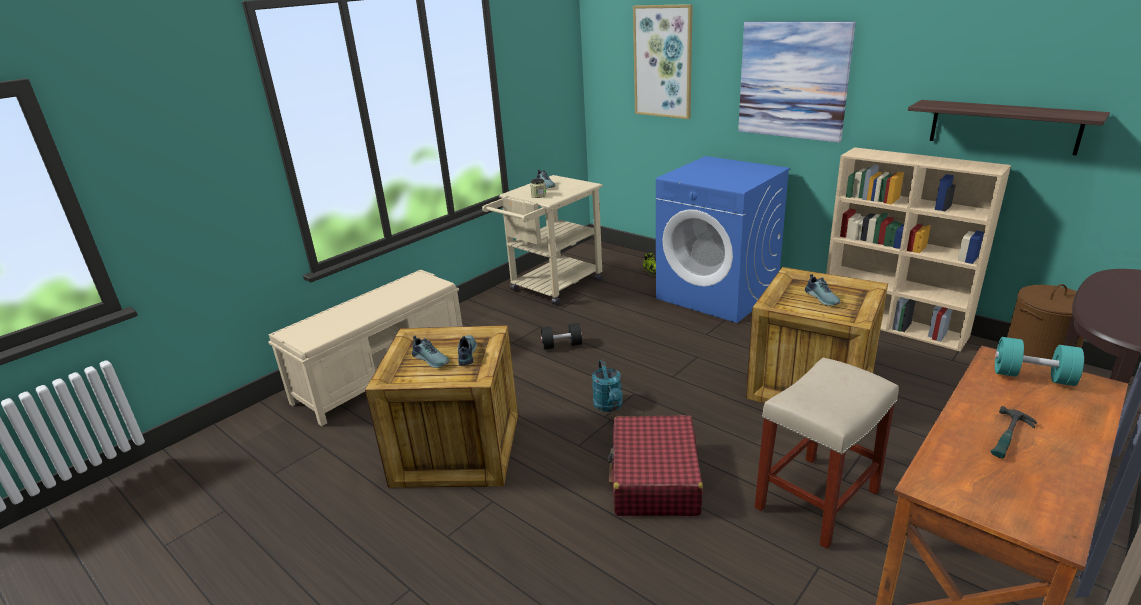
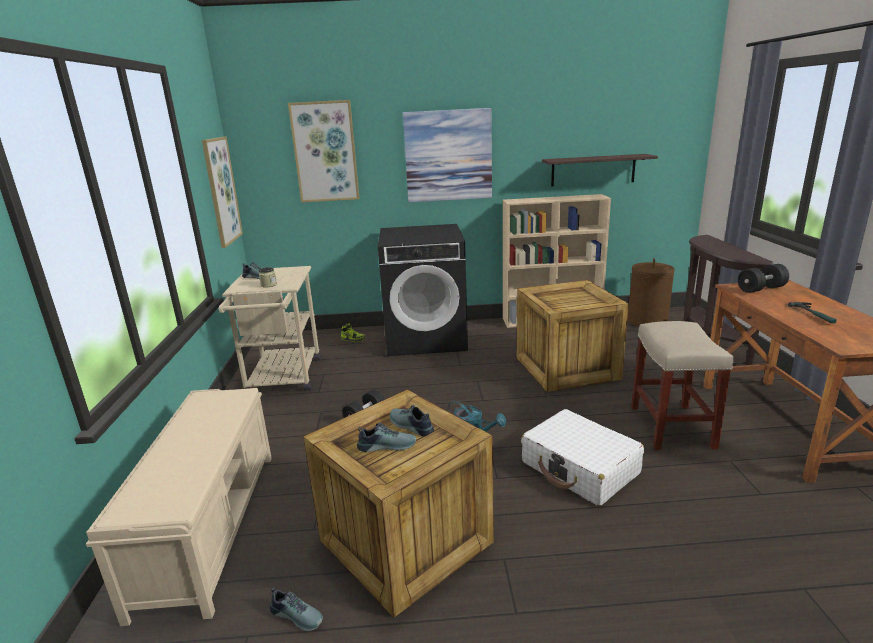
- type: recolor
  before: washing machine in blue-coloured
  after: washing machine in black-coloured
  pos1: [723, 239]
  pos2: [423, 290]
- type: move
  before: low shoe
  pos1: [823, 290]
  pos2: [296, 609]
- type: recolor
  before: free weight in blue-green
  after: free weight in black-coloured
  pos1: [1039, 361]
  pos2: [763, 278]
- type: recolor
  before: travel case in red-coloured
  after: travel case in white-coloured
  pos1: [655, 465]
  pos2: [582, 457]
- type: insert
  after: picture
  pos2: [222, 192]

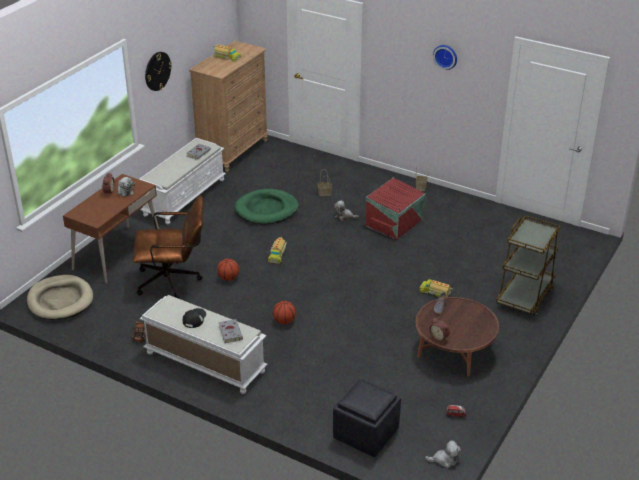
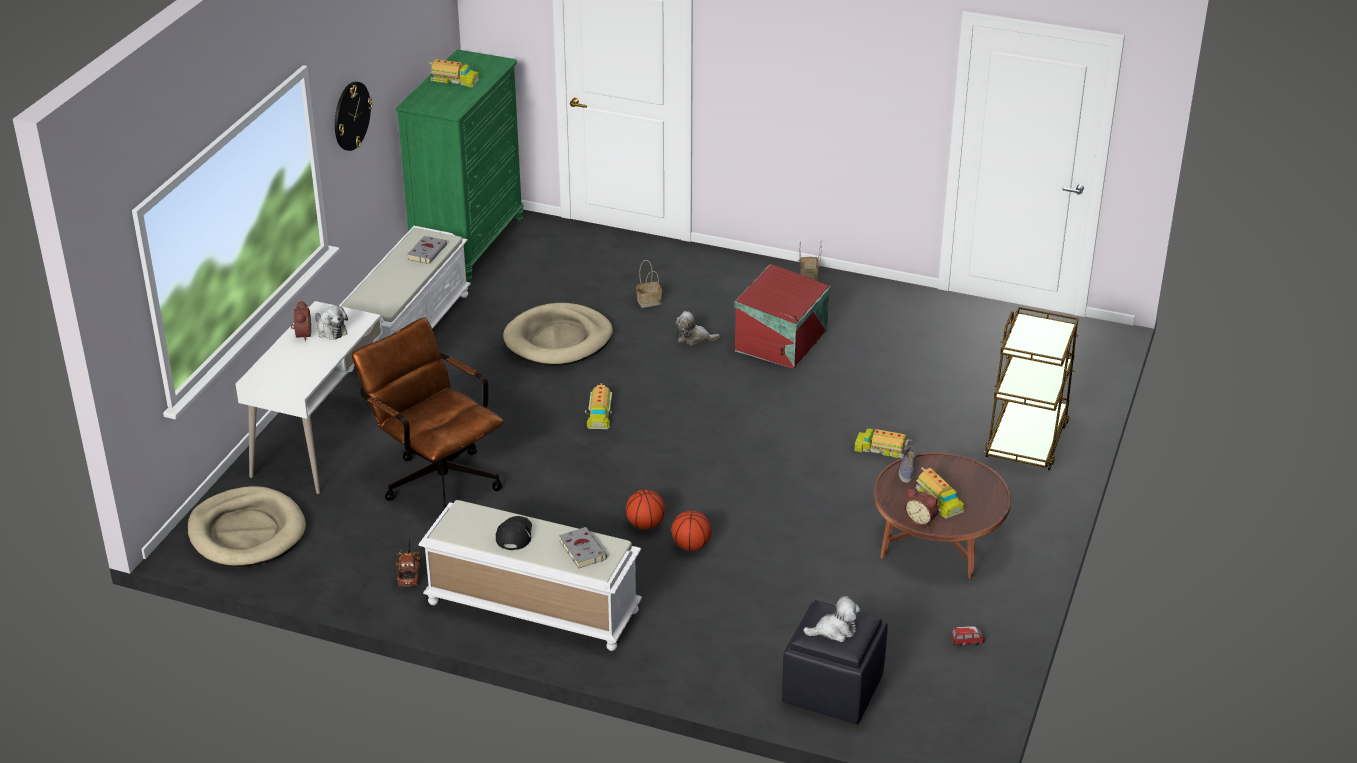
- type: recolor
  before: chest of drawers in brown-coloured
  after: chest of drawers in green
  pos1: [228, 106]
  pos2: [459, 165]
- type: delete
  before: clock on the wall
  pos1: [445, 57]
- type: recolor
  before: desk table in brown-coloured
  after: desk table in white-coloured
  pos1: [111, 228]
  pos2: [309, 397]
- type: recolor
  before: pet bed in green
  after: pet bed in beige-coloured
  pos1: [267, 207]
  pos2: [558, 334]
- type: rotate
  before: desk chair in brown-coloured
  pos1: [168, 247]
  pos2: [428, 415]
  turn: -120
- type: move
  before: basketball ball
  pos1: [228, 270]
  pos2: [691, 530]
- type: move
  before: soft toy
  pos1: [443, 454]
  pos2: [832, 619]
- type: insert
  after: model truck
  pos2: [940, 493]

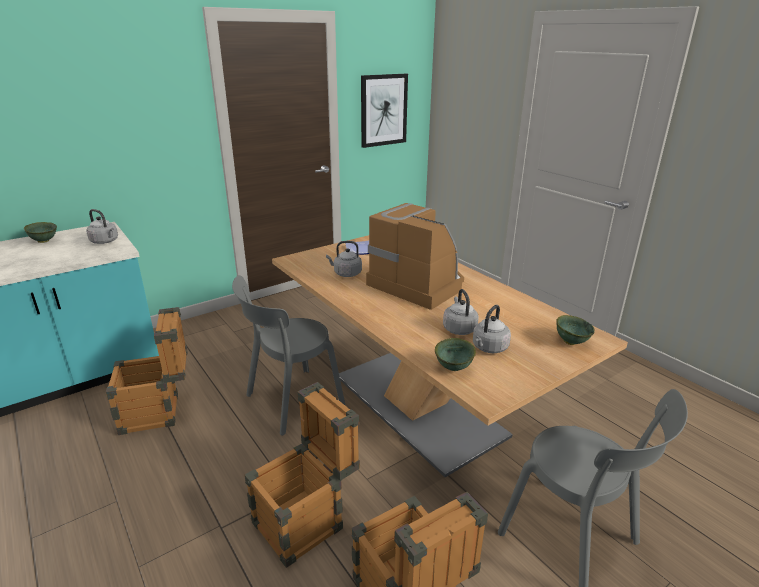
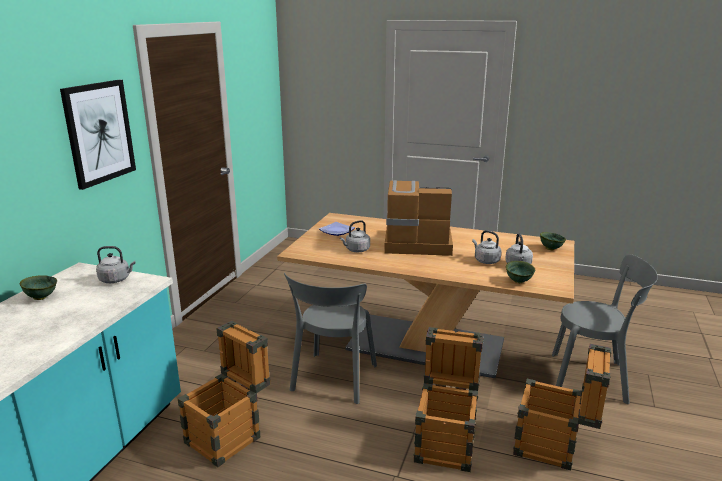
- type: move
  before: picture
  pos1: [384, 111]
  pos2: [98, 135]

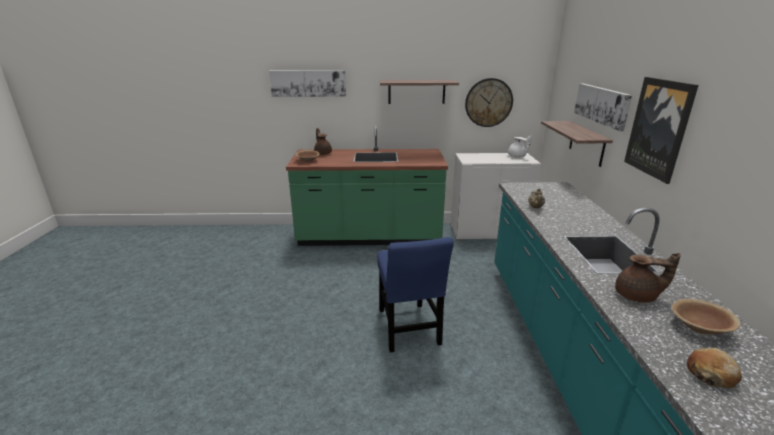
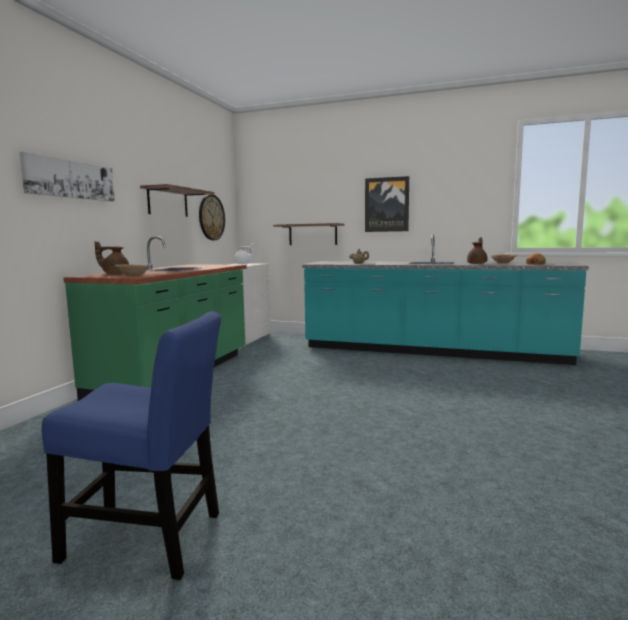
- type: delete
  before: picture
  pos1: [603, 107]
- type: move
  before: chair in blue-coloured
  pos1: [415, 295]
  pos2: [131, 445]

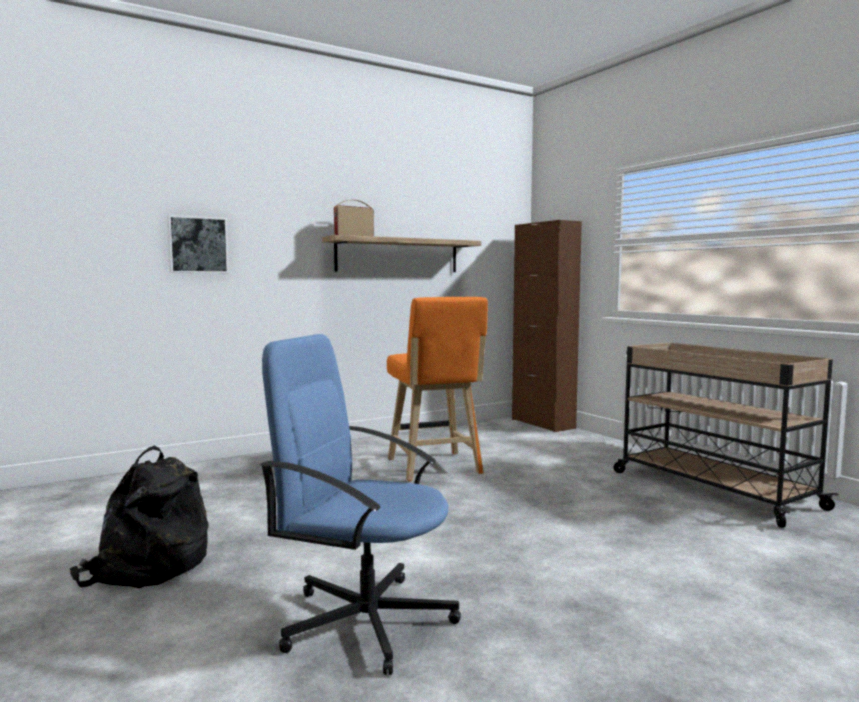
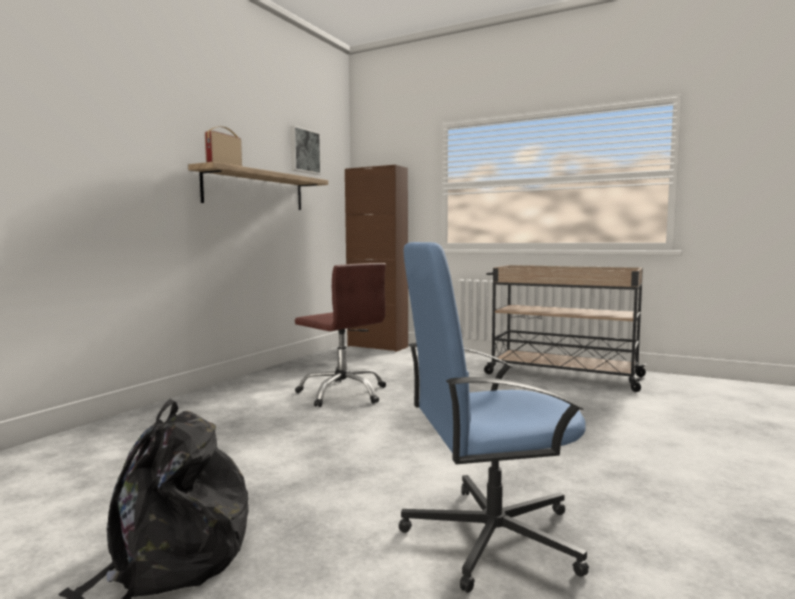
- type: move
  before: picture
  pos1: [198, 244]
  pos2: [305, 150]
- type: replace
  before: stool in orangey
  after: desk chair in brown-coloured
  pos1: [437, 389]
  pos2: [340, 335]

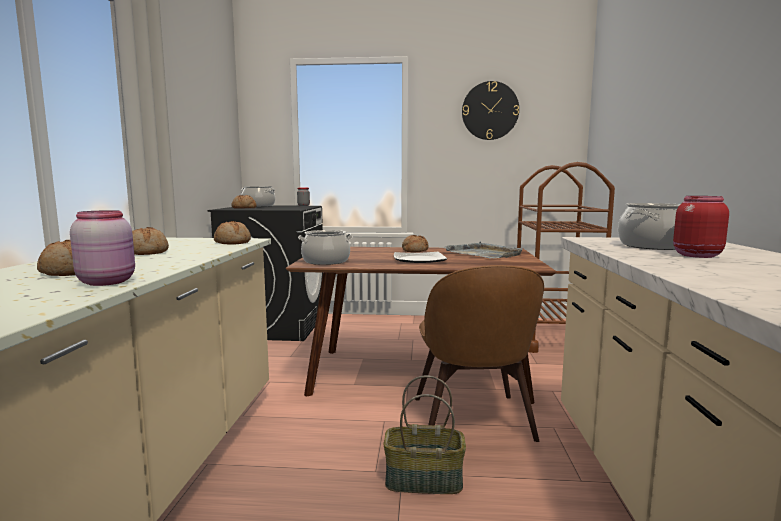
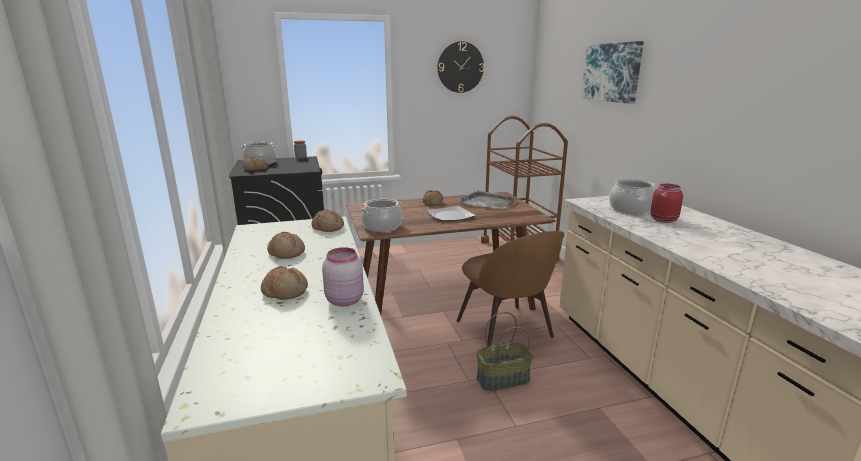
- type: insert
  after: picture
  pos2: [612, 72]

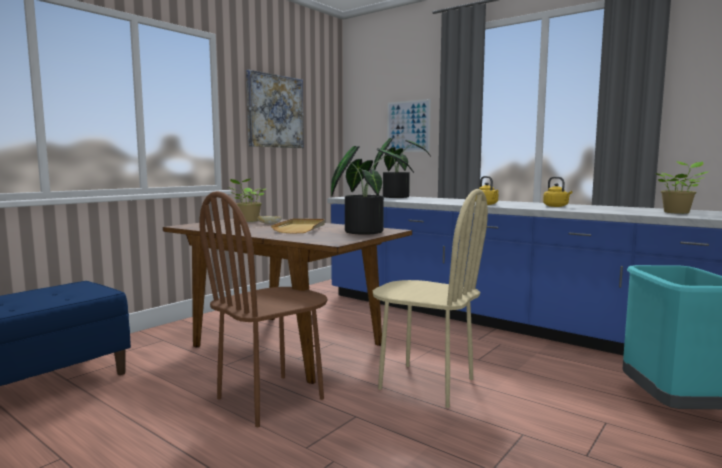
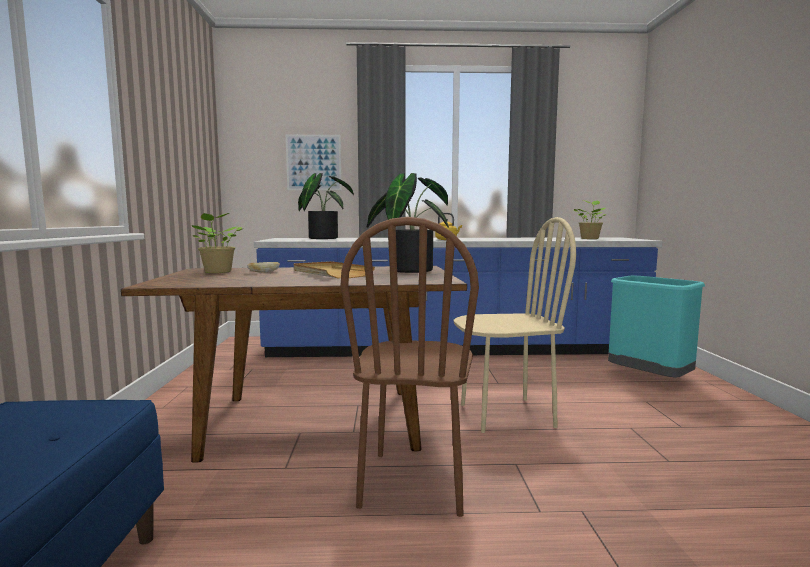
- type: delete
  before: picture
  pos1: [275, 109]
- type: delete
  before: tea kettle in yellow
  pos1: [557, 192]

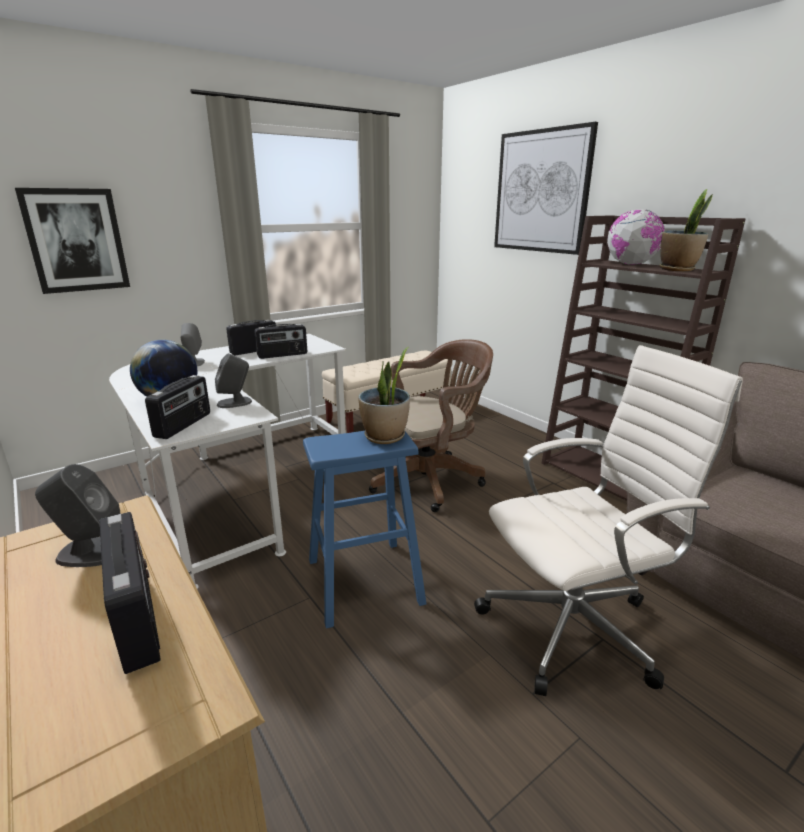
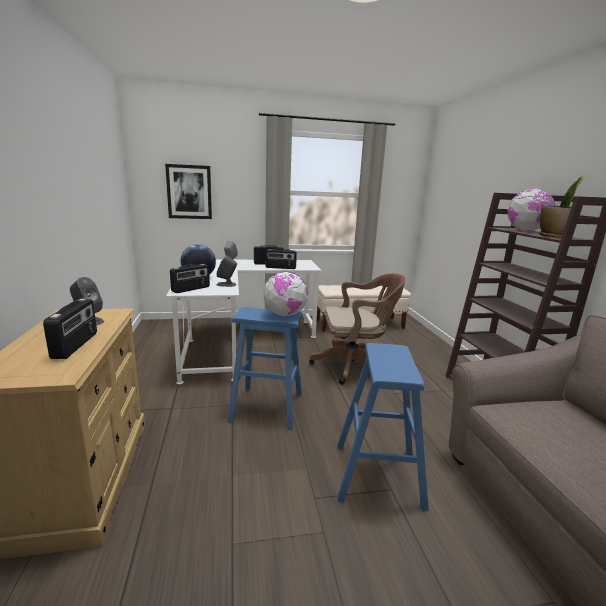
- type: delete
  before: picture
  pos1: [546, 188]
- type: replace
  before: desk chair in white-coloured
  after: stool in blue-coloured
  pos1: [608, 520]
  pos2: [383, 427]
- type: replace
  before: potted plant
  after: desk globe
  pos1: [384, 395]
  pos2: [286, 294]

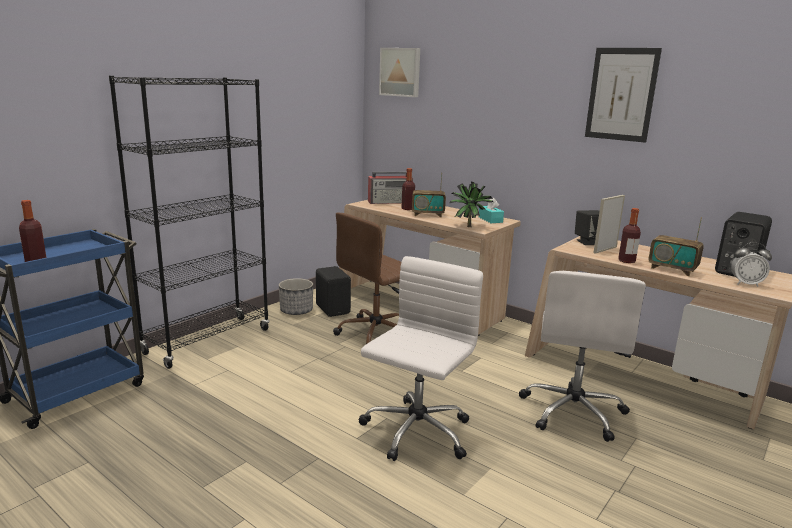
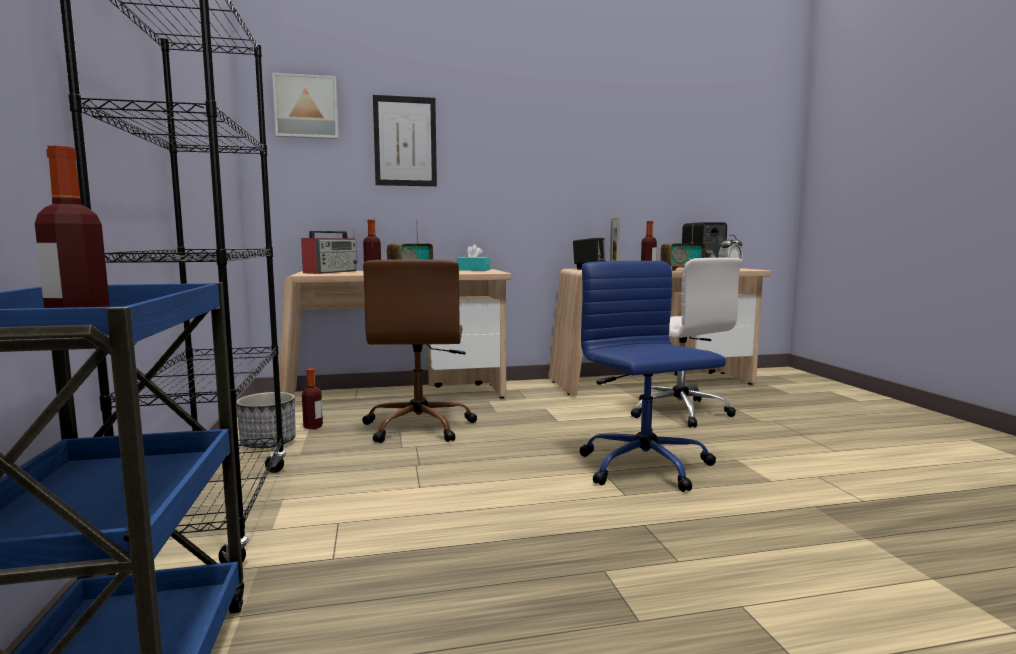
- type: move
  before: picture
  pos1: [623, 95]
  pos2: [405, 140]
- type: delete
  before: potted plant
  pos1: [471, 204]
- type: recolor
  before: desk chair in white-coloured
  after: desk chair in blue-coloured
  pos1: [421, 358]
  pos2: [652, 376]
- type: replace
  before: audio speaker in black-coloured
  after: bottle
  pos1: [333, 291]
  pos2: [312, 398]

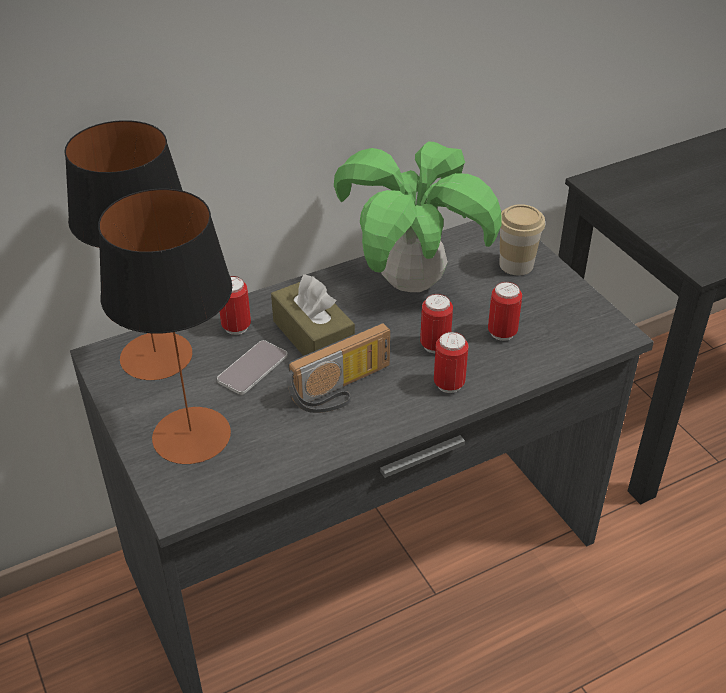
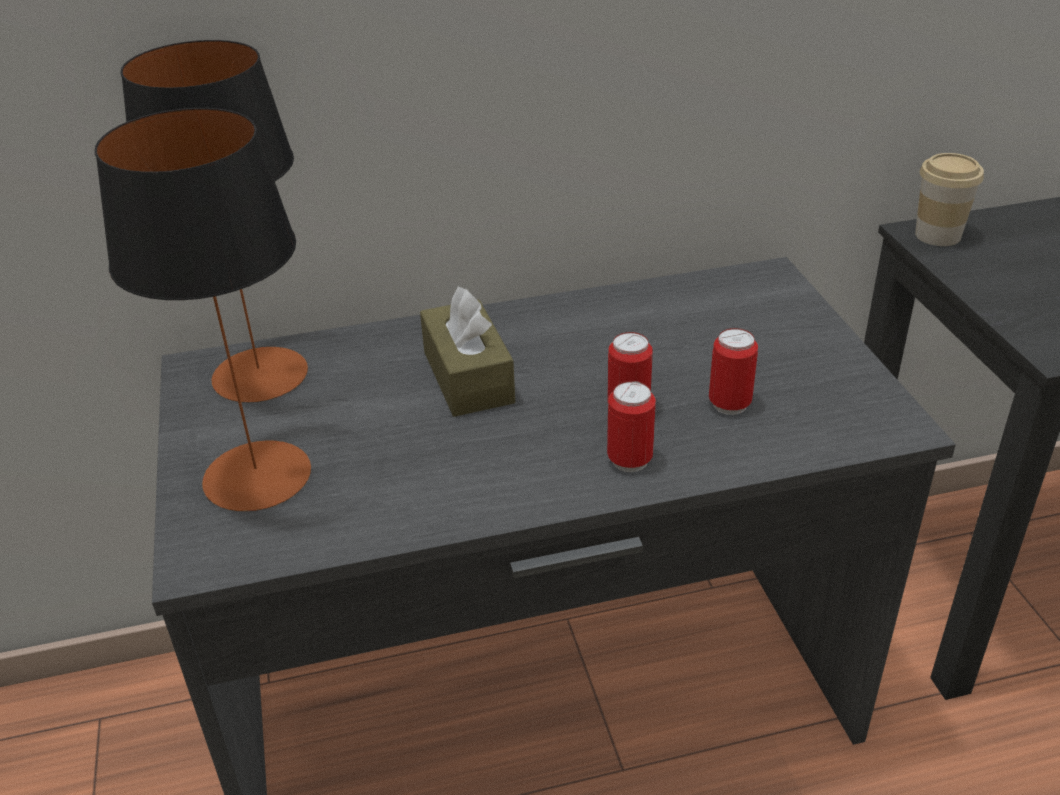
- type: delete
  before: potted plant
  pos1: [418, 216]
- type: move
  before: cup
  pos1: [522, 239]
  pos2: [949, 199]
- type: delete
  before: can
  pos1: [235, 305]
- type: delete
  before: radio
  pos1: [338, 368]
- type: delete
  before: phone
  pos1: [252, 367]

